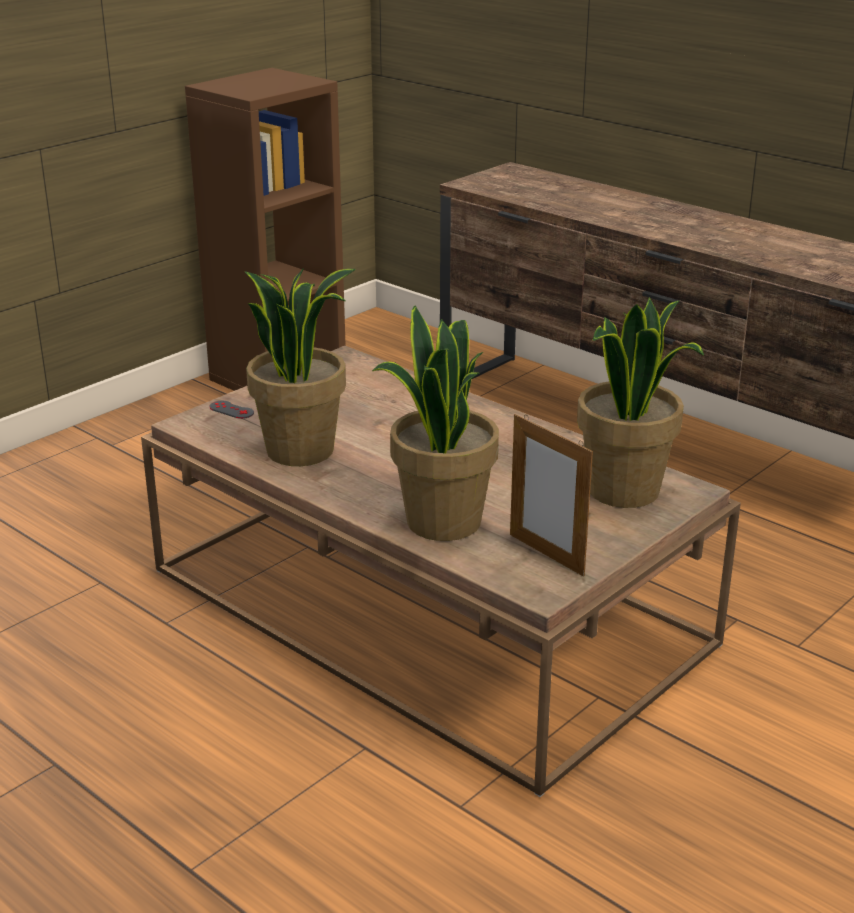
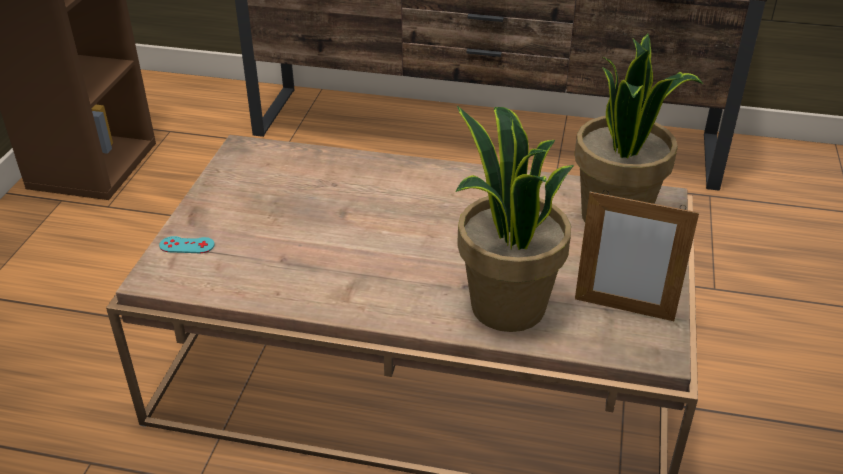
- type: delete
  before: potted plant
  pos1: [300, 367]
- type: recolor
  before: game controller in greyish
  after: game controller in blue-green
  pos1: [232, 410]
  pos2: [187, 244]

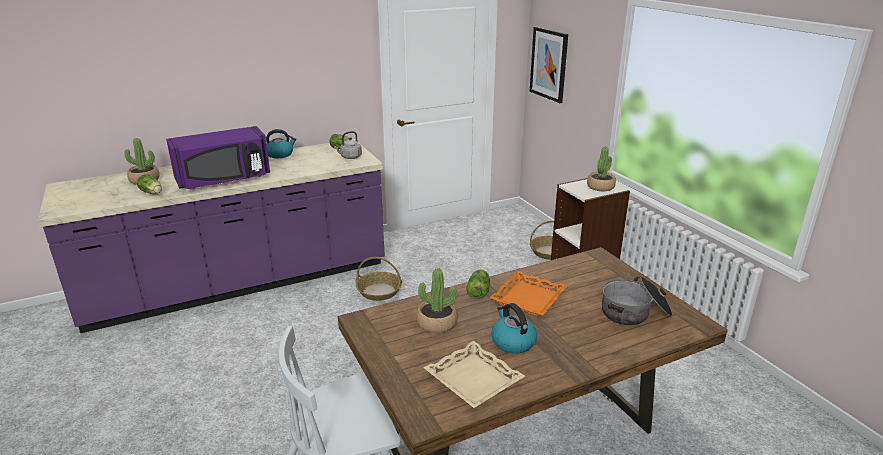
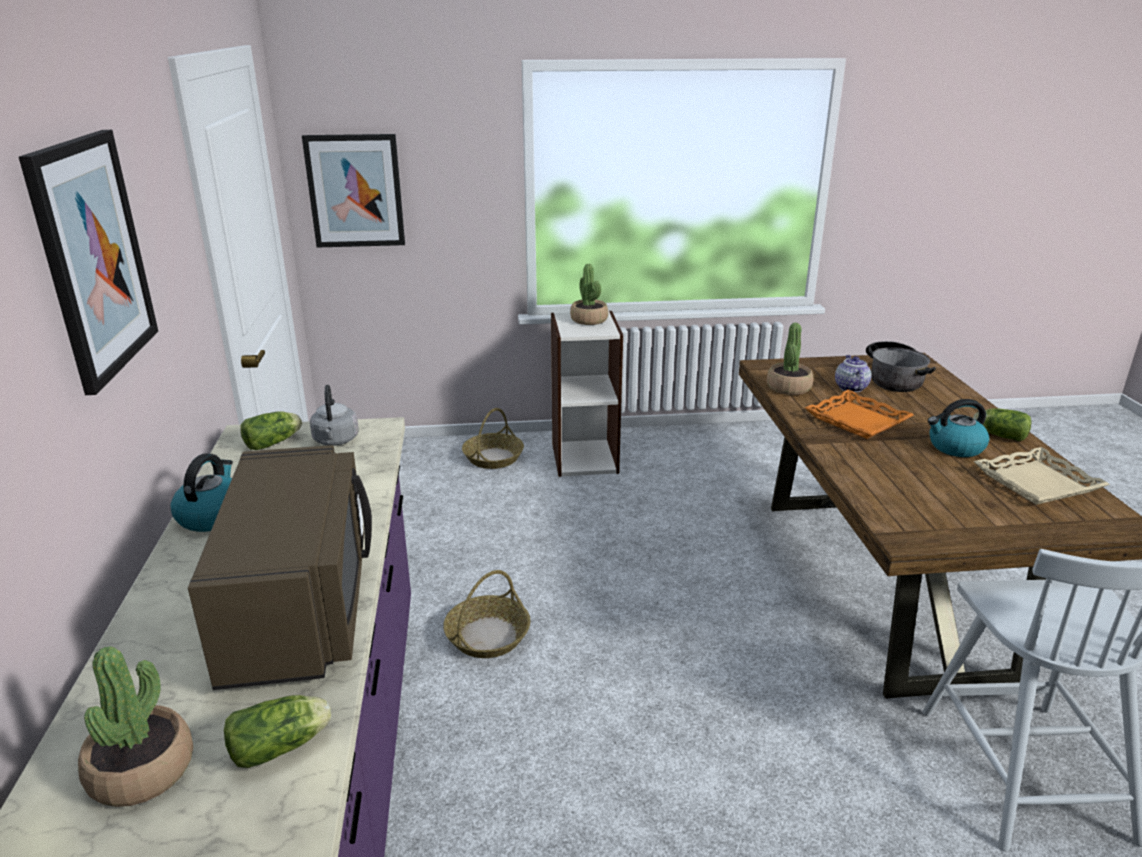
- type: recolor
  before: kitchen microwave in purple
  after: kitchen microwave in brown-coloured
  pos1: [218, 157]
  pos2: [280, 567]
- type: move
  before: potted plant
  pos1: [437, 300]
  pos2: [790, 359]
- type: move
  before: lettuce
  pos1: [478, 284]
  pos2: [1002, 424]
- type: insert
  after: picture
  pos2: [88, 262]
- type: insert
  after: tea pot
  pos2: [853, 373]

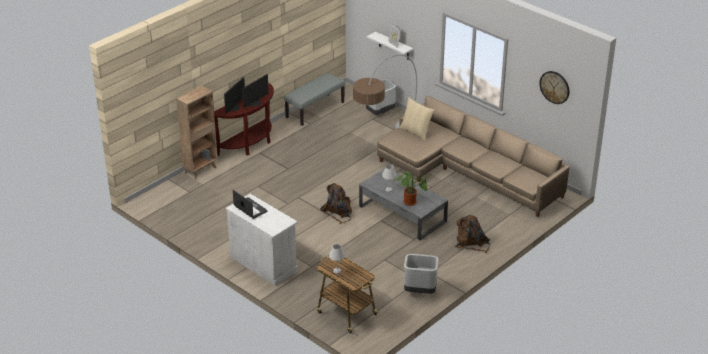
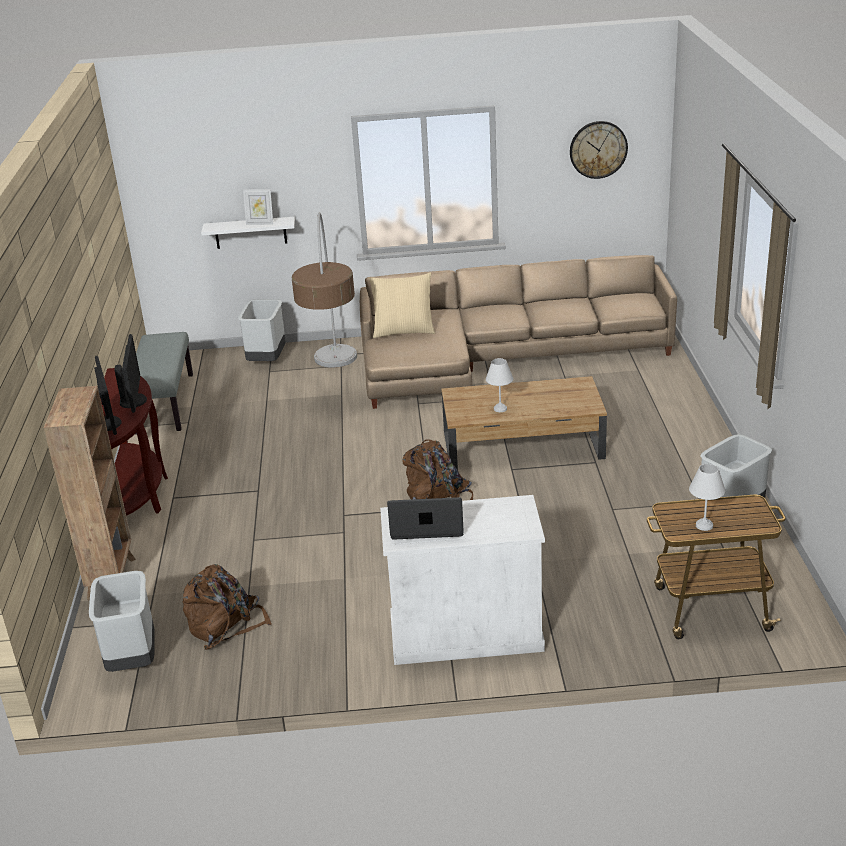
- type: recolor
  before: coffee table in greyish
  after: coffee table in brown-coloured
  pos1: [403, 204]
  pos2: [524, 423]
- type: delete
  before: potted plant
  pos1: [411, 189]
- type: move
  before: knapsack in brown-coloured
  pos1: [472, 234]
  pos2: [227, 607]
- type: insert
  after: waste bin in greyish
  pos2: [122, 621]

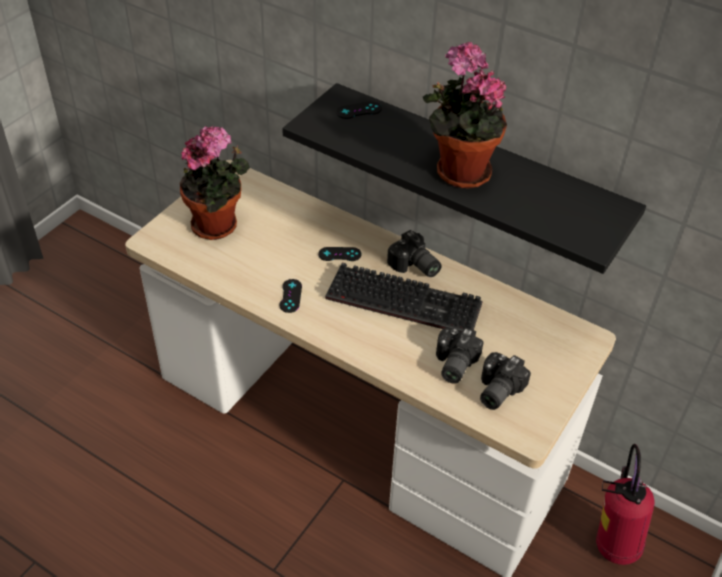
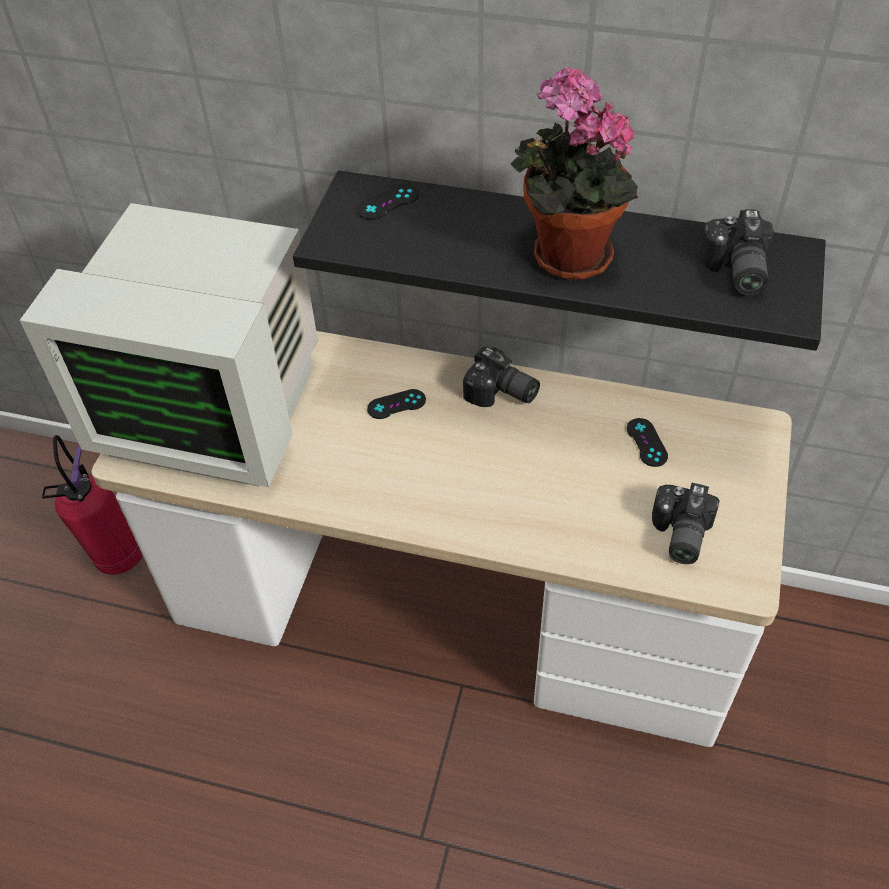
- type: replace
  before: potted plant
  after: monitor
  pos1: [215, 182]
  pos2: [169, 345]
- type: delete
  before: keyboard
  pos1: [404, 297]
- type: move
  before: game controller in black-coloured
  pos1: [291, 296]
  pos2: [647, 442]
- type: move
  before: photo camera
  pos1: [460, 356]
  pos2: [736, 252]
- type: move
  before: fire-fighting cylinder
  pos1: [625, 504]
  pos2: [92, 505]

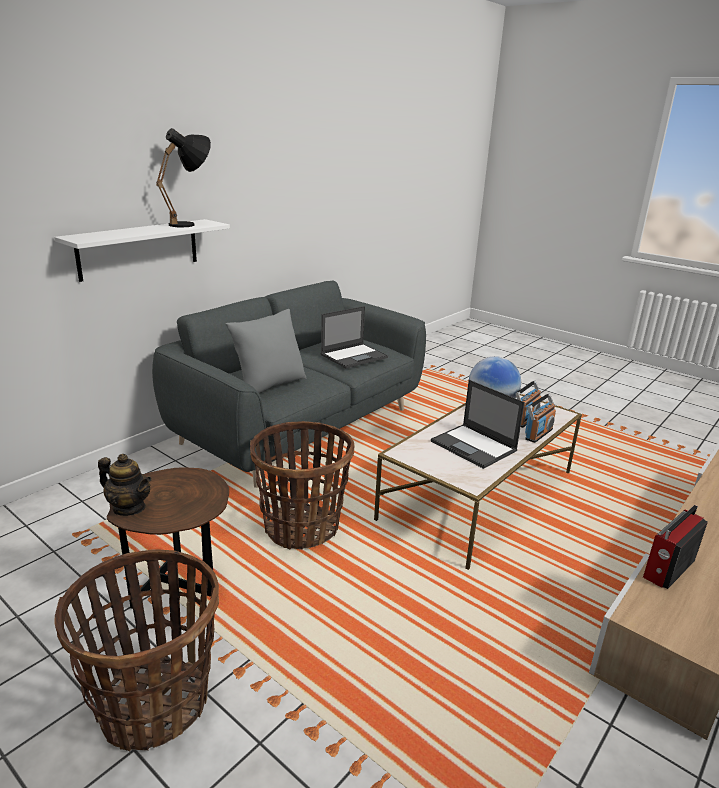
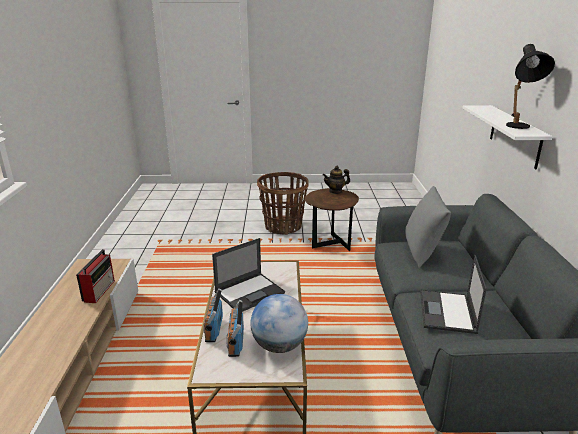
- type: rotate
  before: laptop
  pos1: [478, 424]
  pos2: [248, 275]
  turn: 135
- type: delete
  before: basket
  pos1: [302, 485]

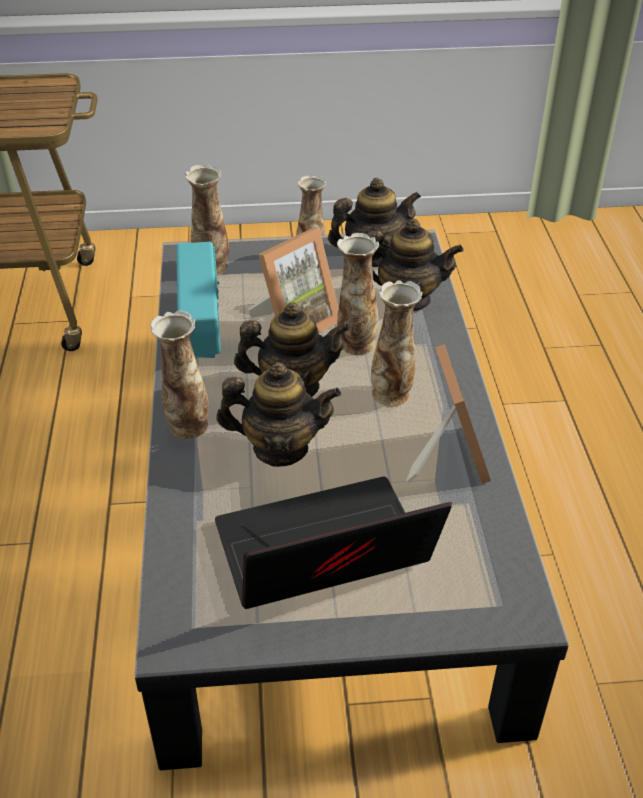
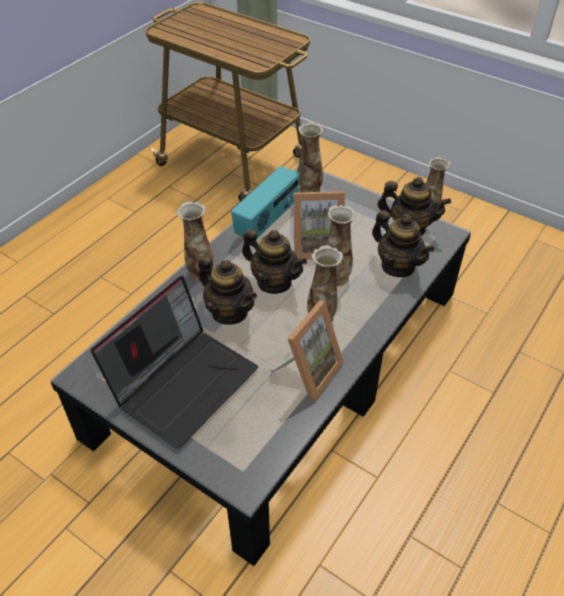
- type: rotate
  before: laptop
  pos1: [333, 543]
  pos2: [174, 362]
  turn: 105

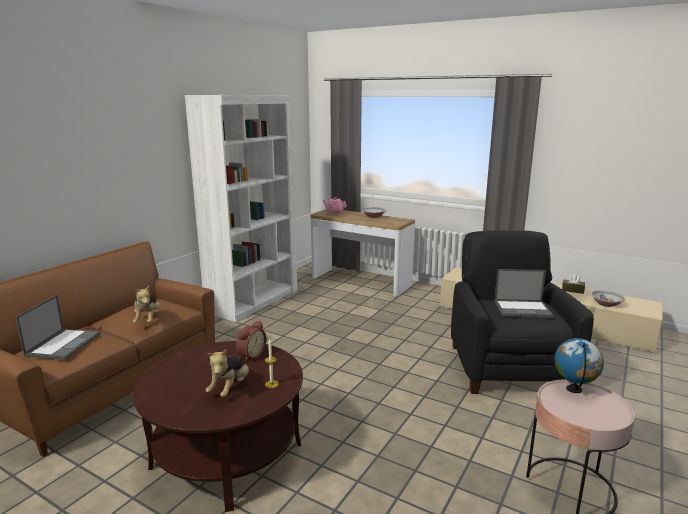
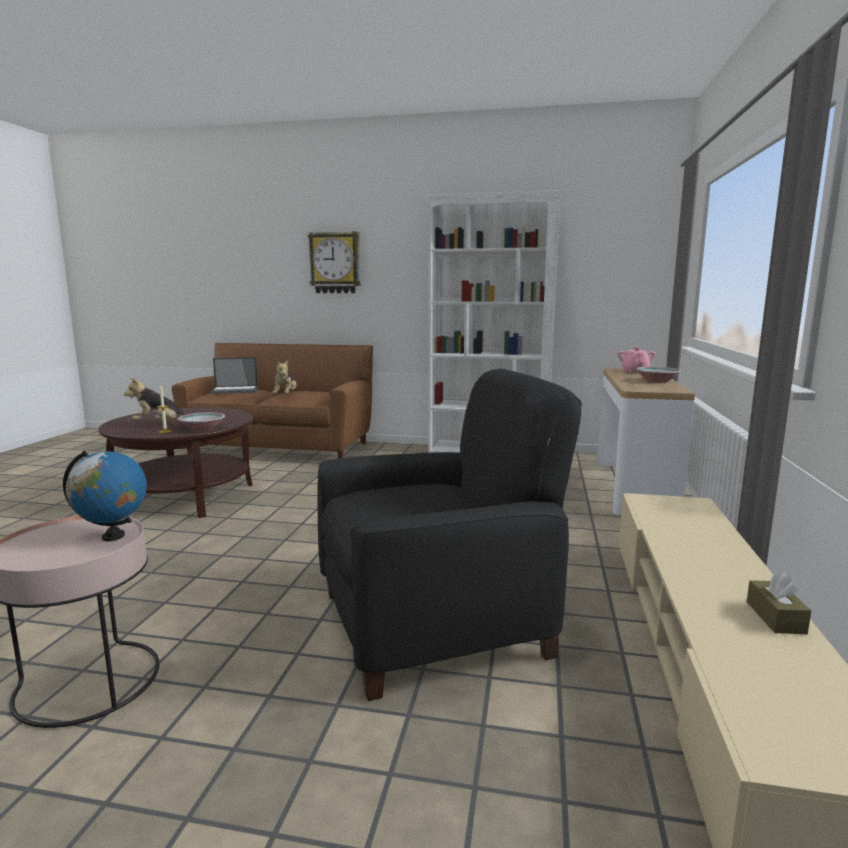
- type: delete
  before: laptop
  pos1: [524, 293]
- type: rotate
  before: soft toy
  pos1: [146, 304]
  pos2: [284, 377]
  turn: -60
- type: move
  before: bowl
  pos1: [607, 298]
  pos2: [201, 422]
- type: delete
  before: bedside clock
  pos1: [251, 341]
- type: insert
  after: clock on the wall
  pos2: [334, 262]

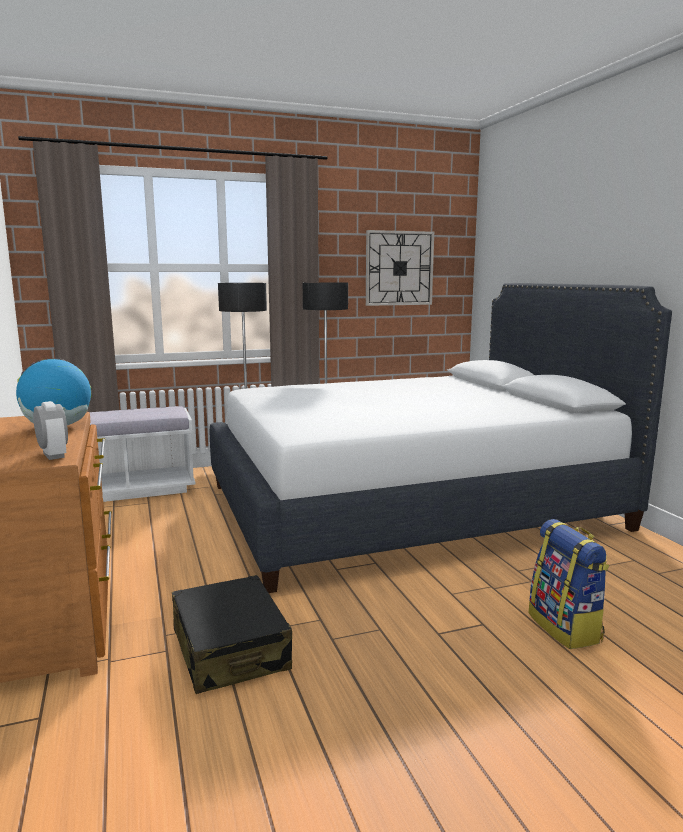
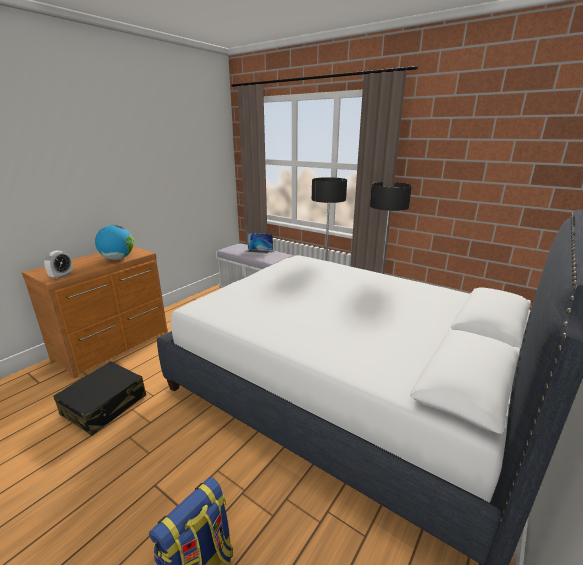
- type: delete
  before: clock on the wall
  pos1: [400, 268]
- type: insert
  after: laptop
  pos2: [258, 244]

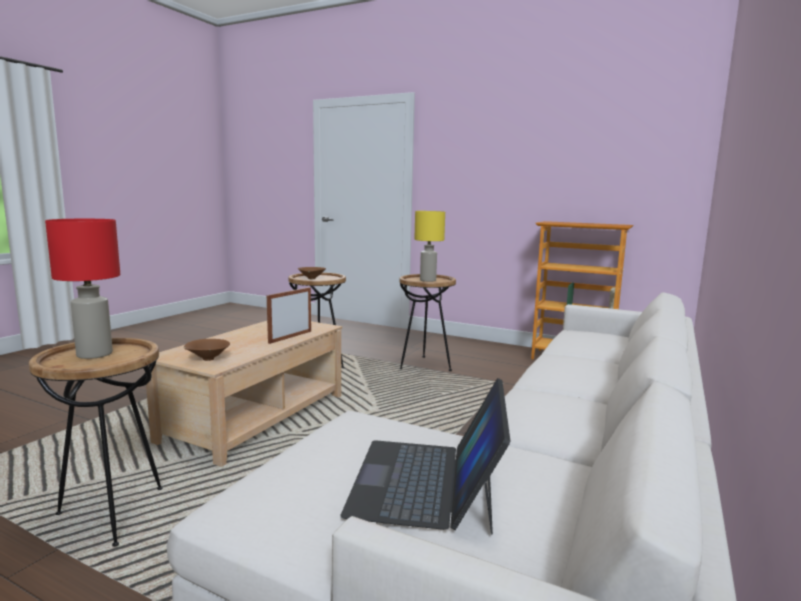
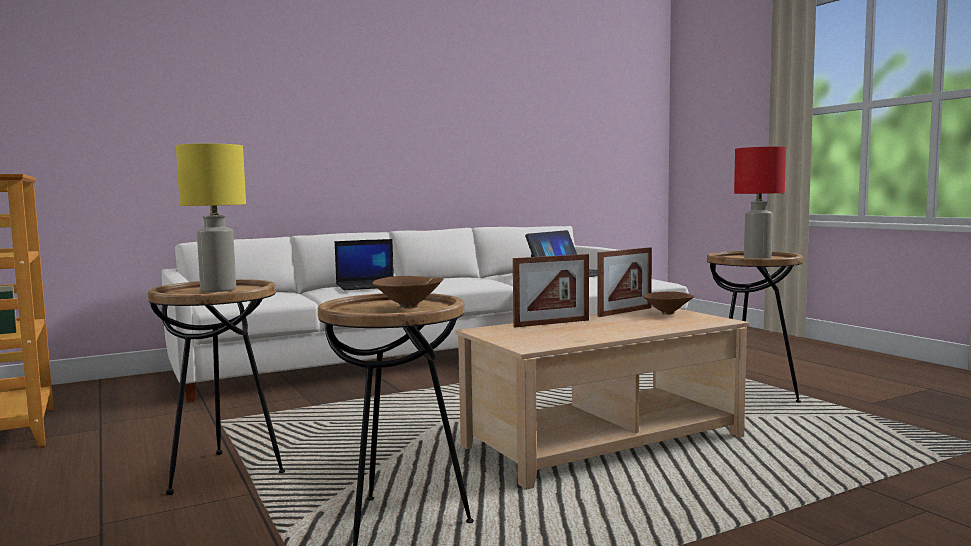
- type: insert
  after: laptop
  pos2: [364, 265]
- type: insert
  after: photo frame
  pos2: [625, 282]

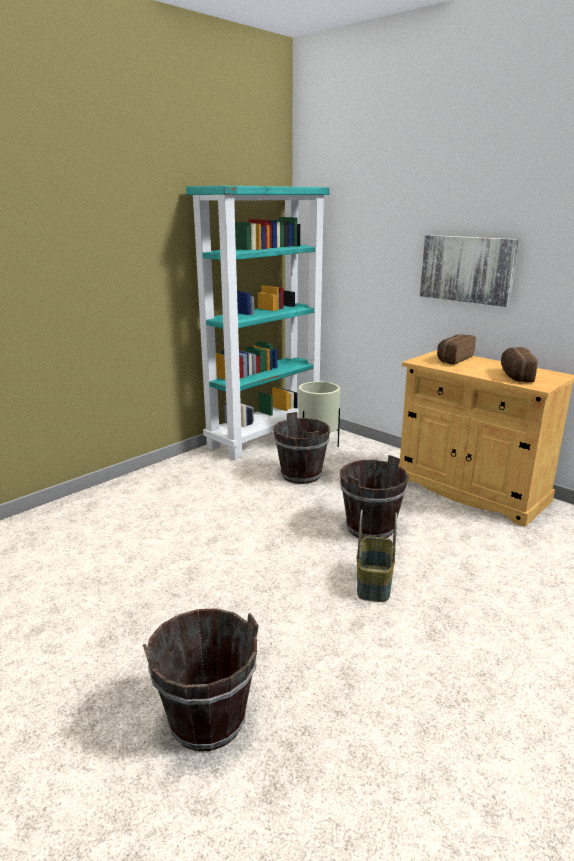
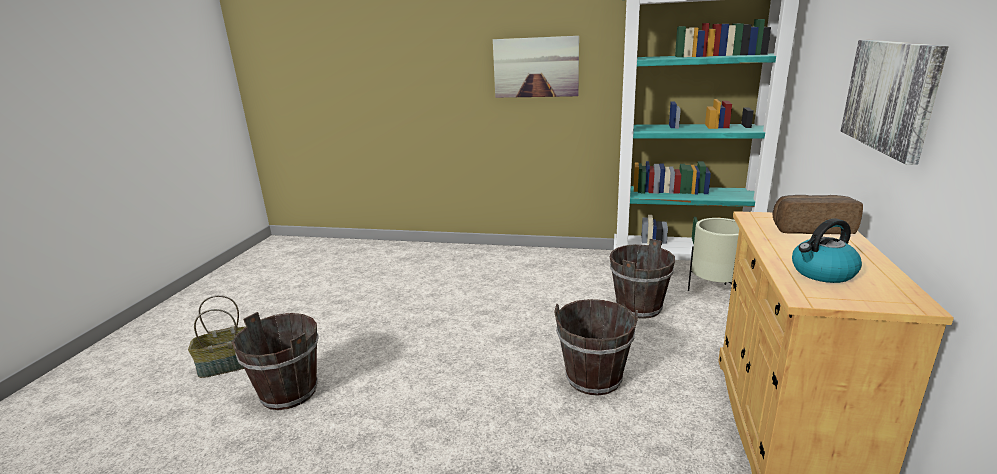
- type: replace
  before: bread
  after: tea kettle
  pos1: [519, 365]
  pos2: [827, 250]
- type: move
  before: basket
  pos1: [377, 555]
  pos2: [216, 336]
- type: insert
  after: picture
  pos2: [536, 67]

